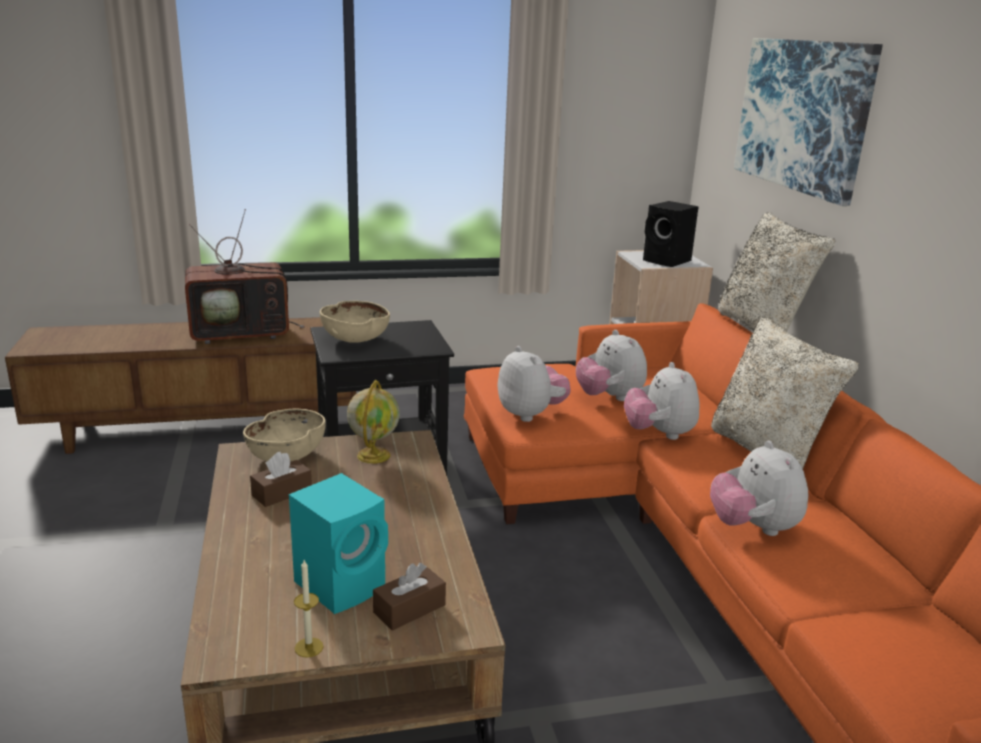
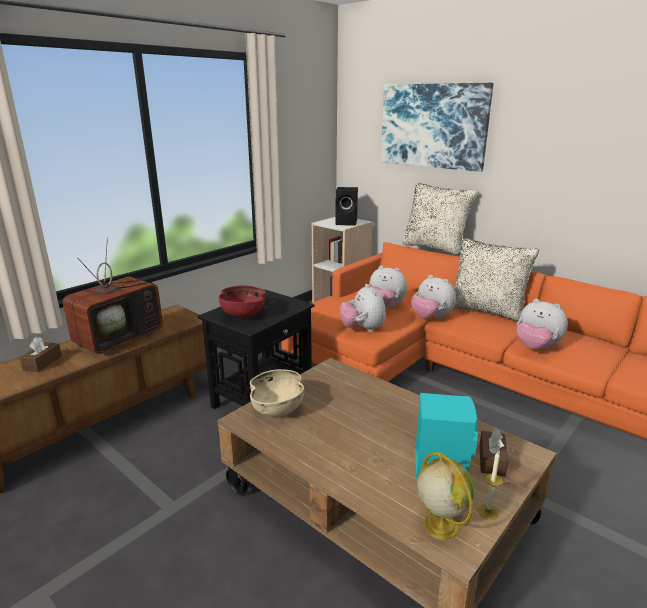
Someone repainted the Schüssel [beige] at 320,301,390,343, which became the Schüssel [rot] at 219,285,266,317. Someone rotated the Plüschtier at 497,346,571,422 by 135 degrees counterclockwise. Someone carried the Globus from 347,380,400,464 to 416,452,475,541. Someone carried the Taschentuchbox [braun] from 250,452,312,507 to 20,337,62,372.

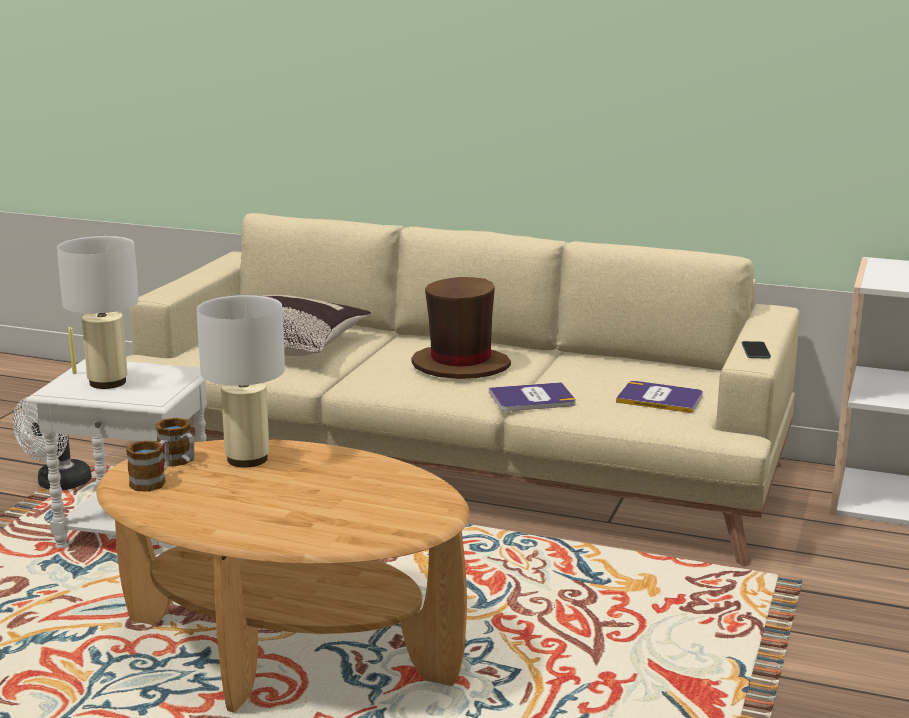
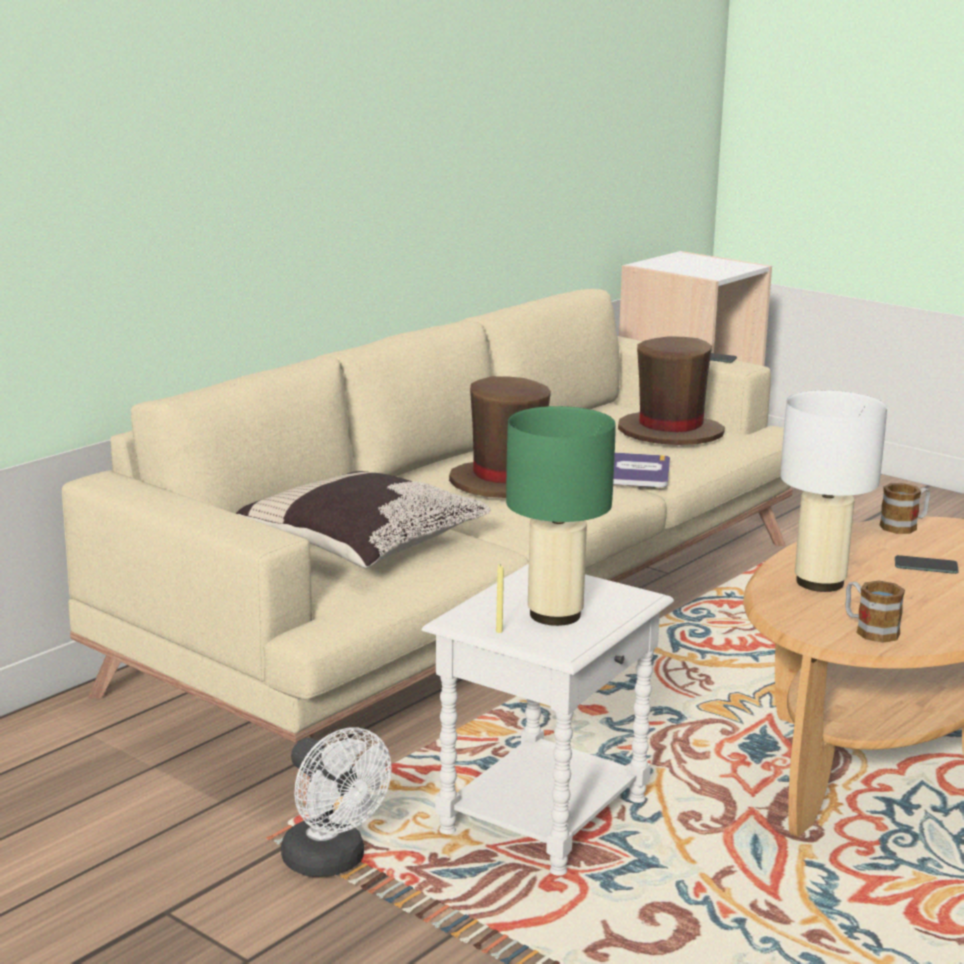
Someone repainted the Tischlampe [weiß] at 57,236,139,389, which became the Tischlampe [grün] at 506,406,616,626. Someone swapped the Buch at 616,381,703,413 for the Hut [braun] at 618,336,725,445. Someone carried the Henkelbecher from 155,418,195,467 to 879,483,930,534. Someone put down the Handy at 895,555,959,574.

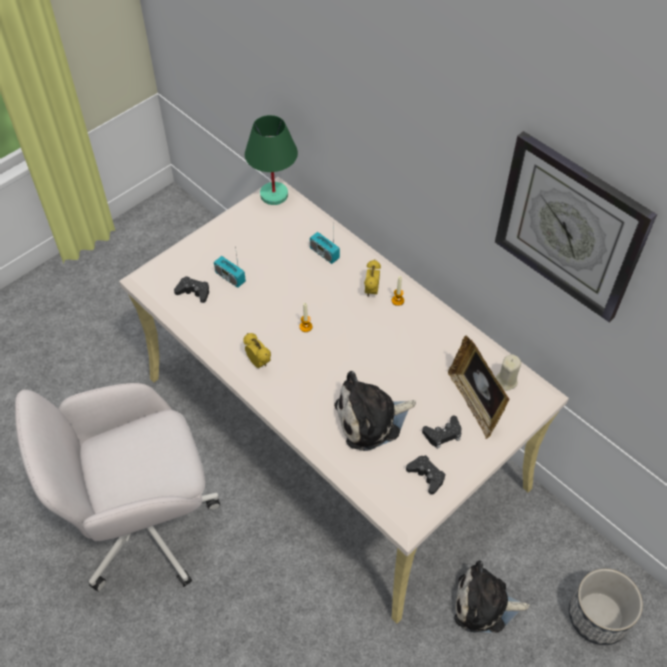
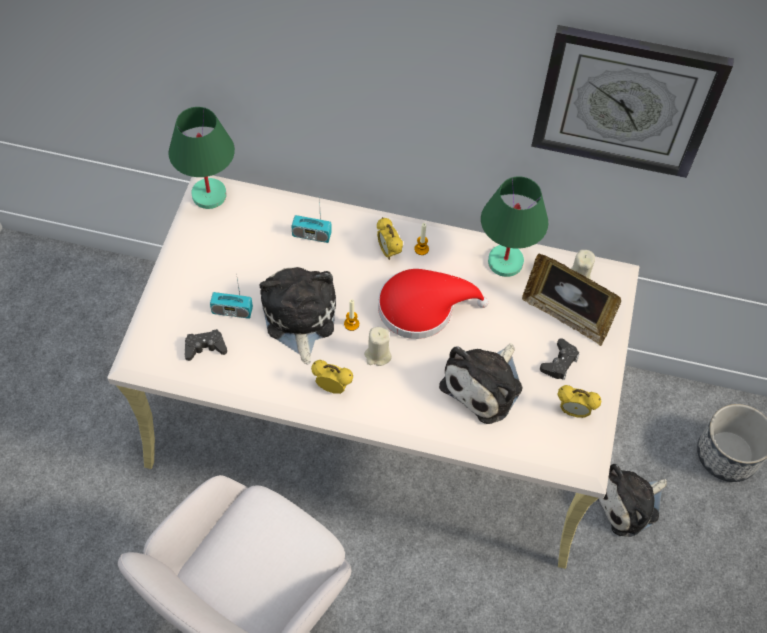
Someone swapped the Gamepad [schwarz] at 406,455,445,495 for the Wecker at 558,385,601,418. Someone put down the Tischlampe [grün] at 481,176,548,277. Someone put down the Plüschtier at 259,267,336,364. Someone put down the Hut [rot] at 378,269,488,339. Someone put down the Kerze [beige] at 364,327,392,366.

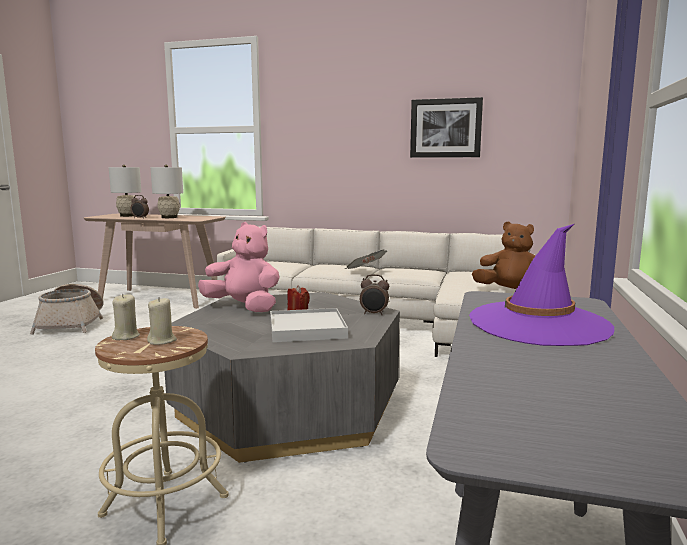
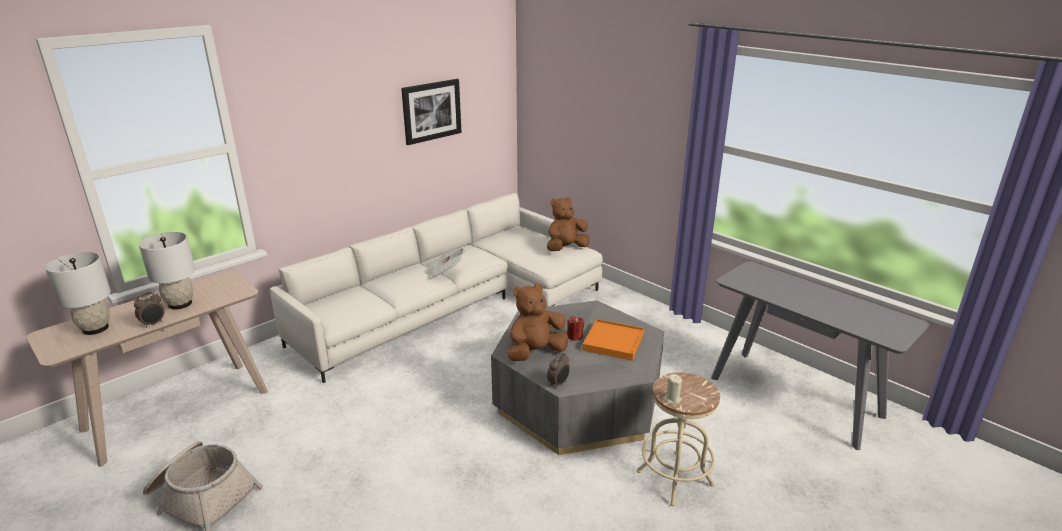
Someone repainted the Plüschtier [rosa] at 198,222,279,312, which became the Plüschtier [braun] at 508,283,568,361. Someone took away the Hut [lila] at 469,224,614,346. Someone carried the Wecker from 360,274,389,315 to 547,353,570,388. Someone took away the Kerze [beige] at 147,297,177,345. Someone repainted the Tablett [weiß] at 270,308,348,343, which became the Tablett [orange] at 582,319,644,361.

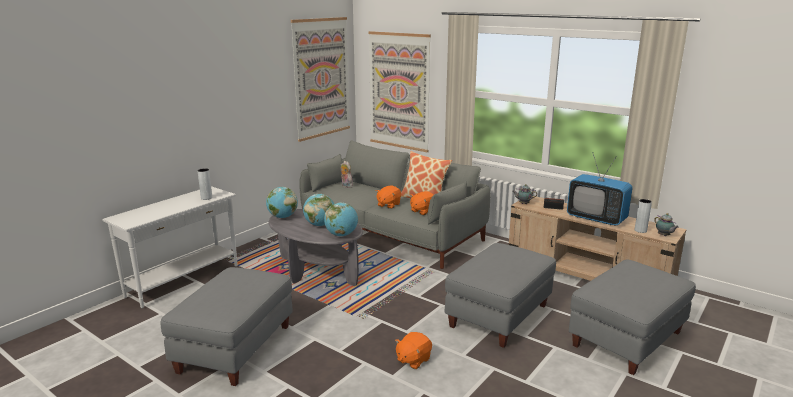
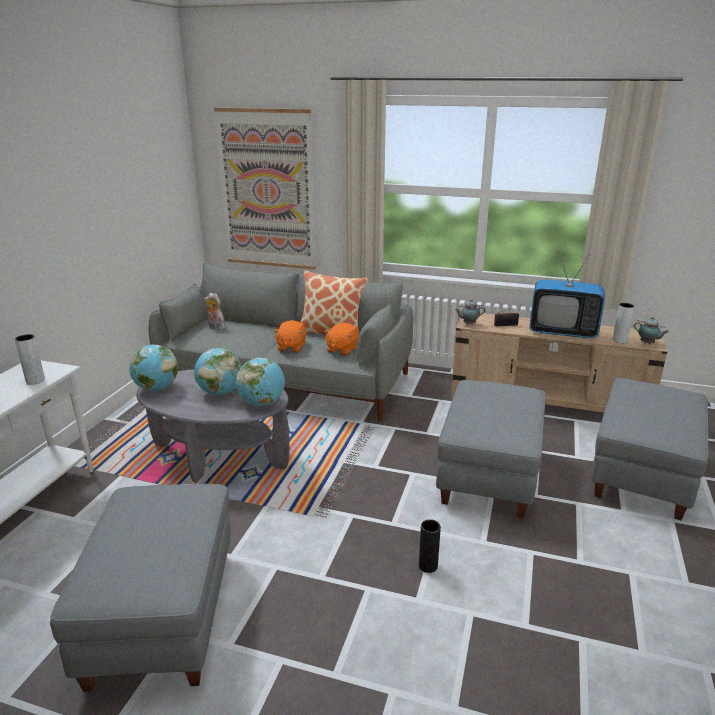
Someone took away the Bild at 291,17,350,142. Someone swapped the Plüschtier [orange] at 395,332,432,369 for the Vase [schwarz] at 419,519,441,573.

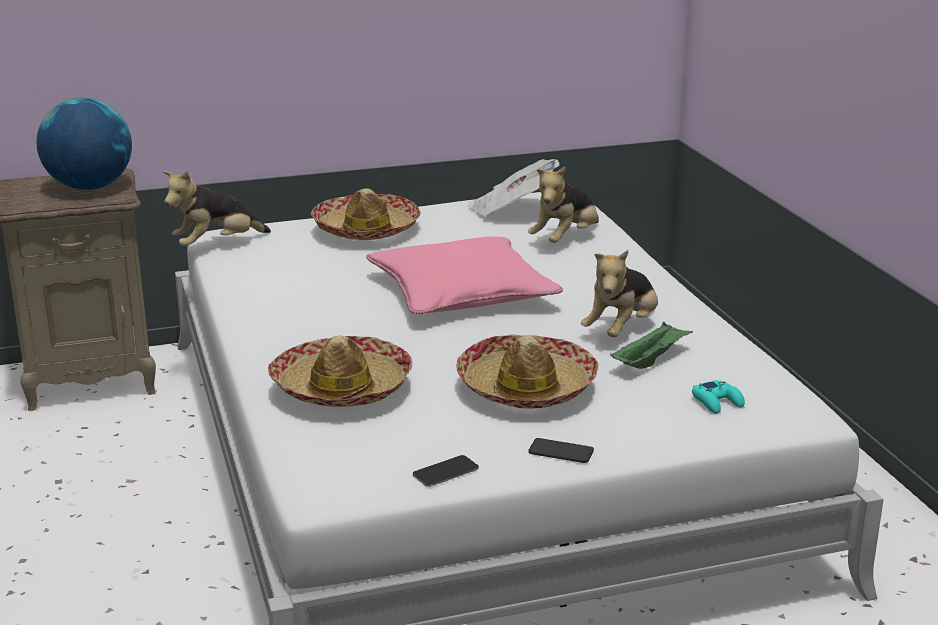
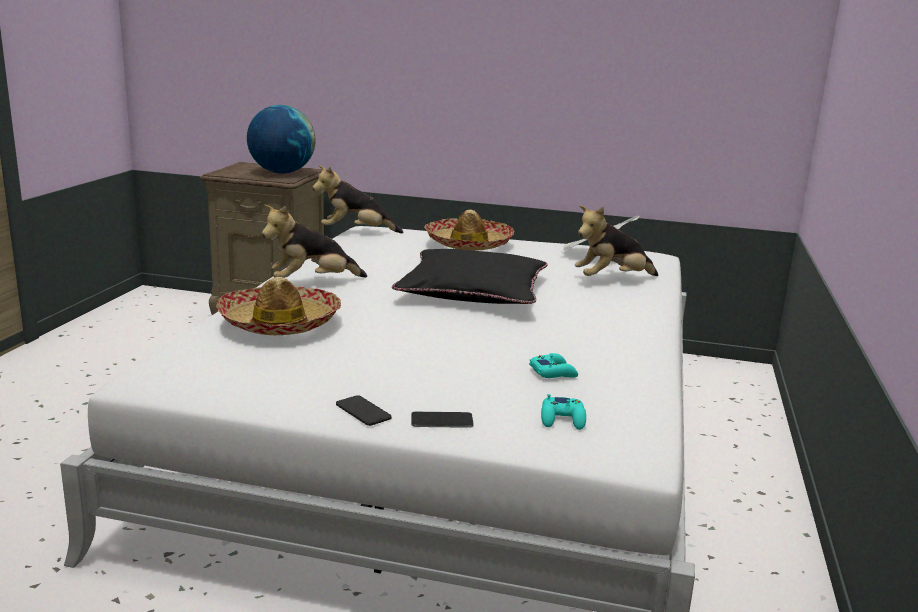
Someone repainted the Kissen [rosa] at 366,236,563,314, which became the Kissen [schwarz] at 392,249,548,304. Someone carried the Plüschtier from 581,250,658,337 to 262,204,367,278. Someone swapped the Tablett [grün] at 610,322,693,369 for the Gamepad [türkis] at 529,353,578,378. Someone took away the Hut at 456,334,599,409. Someone carried the Handy from 413,455,479,487 to 411,412,473,428.

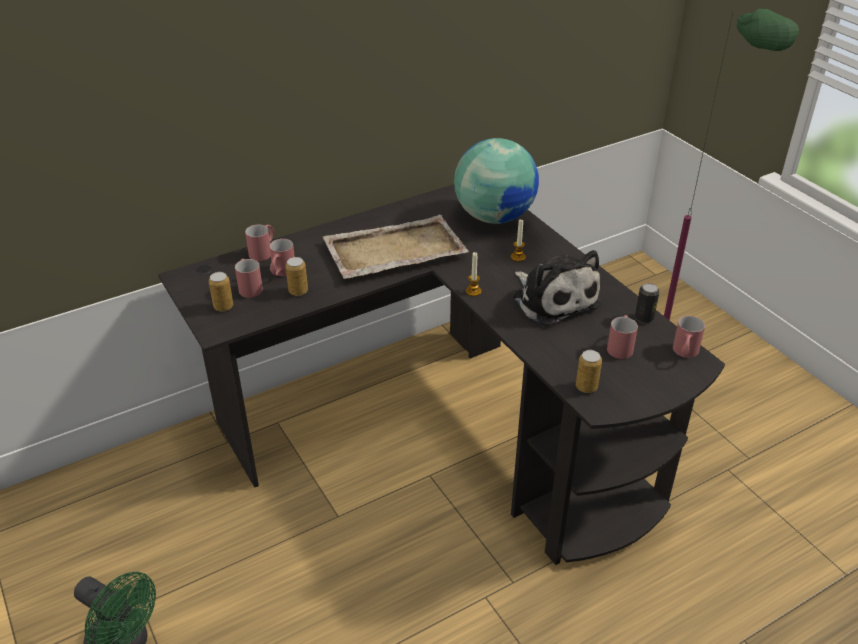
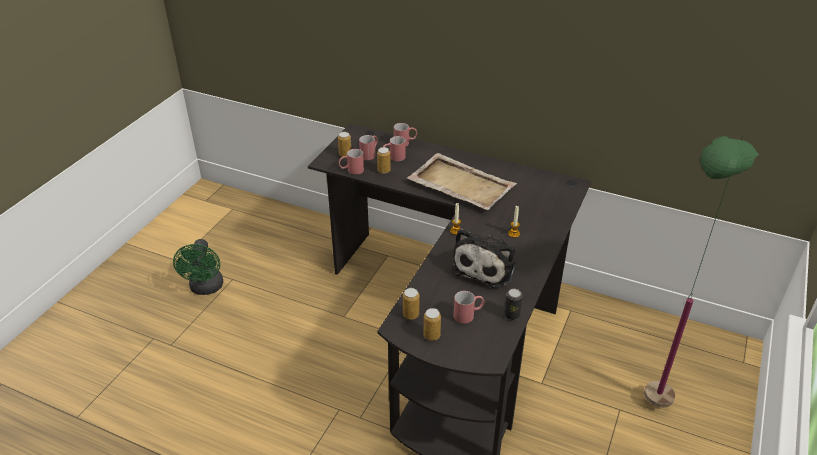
Someone took away the Globus at 454,138,539,224. Someone carried the Henkelbecher [rot] from 673,316,705,358 to 339,149,364,175. Someone put down the Dose at 423,308,441,341.

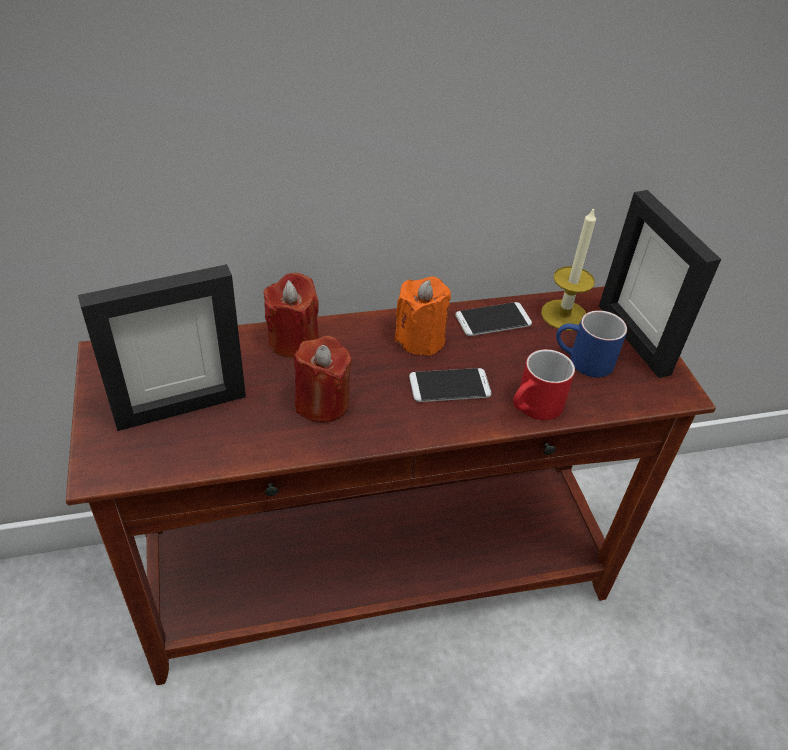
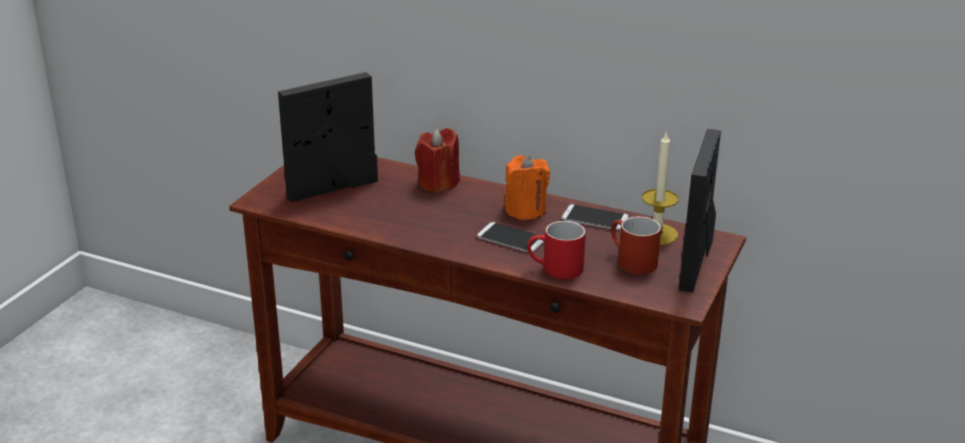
Someone rotated the Bilderrahmen at 78,264,246,431 by 135 degrees clockwise. Someone repainted the Henkelbecher [blau] at 556,310,627,377, which became the Henkelbecher [rot] at 611,216,661,274. Someone took away the Kerze [rot] at 294,336,352,423.

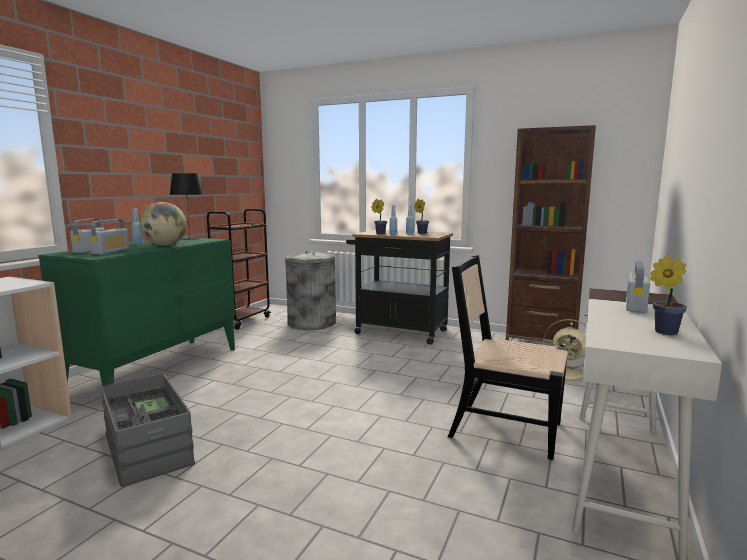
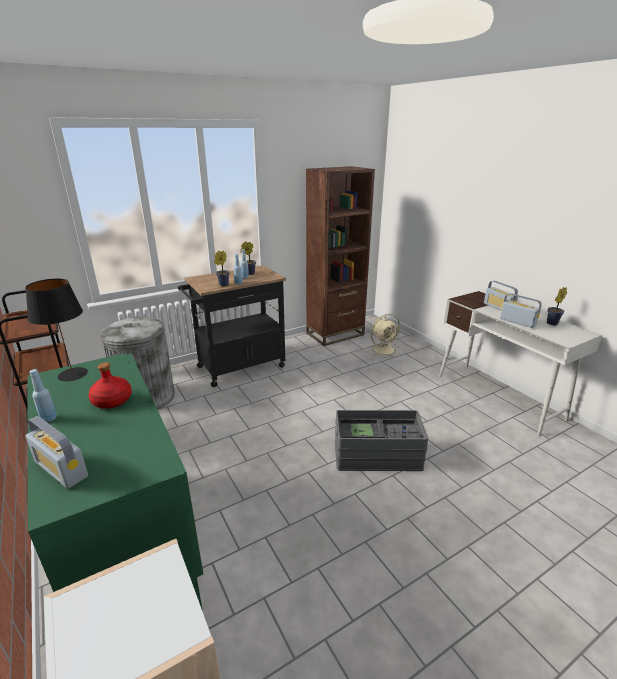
Someone swapped the Globus at 139,202,187,246 for the Flasche [rot] at 88,362,132,409. Someone carried the Radio from 88,219,129,255 to 500,293,542,328. Someone took away the Stuhl at 448,255,568,460. Someone carried the Aufbewahrungsbox [grau] from 101,374,195,487 to 335,410,428,471.

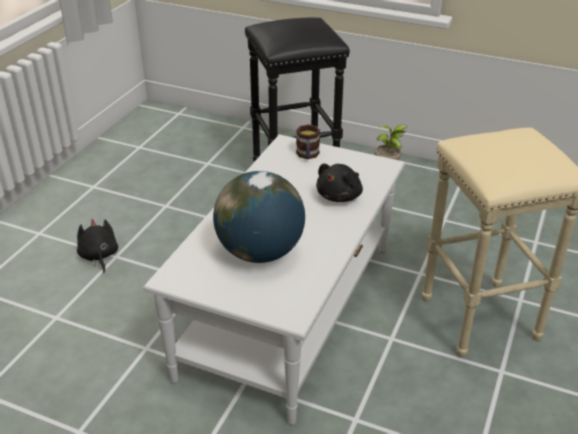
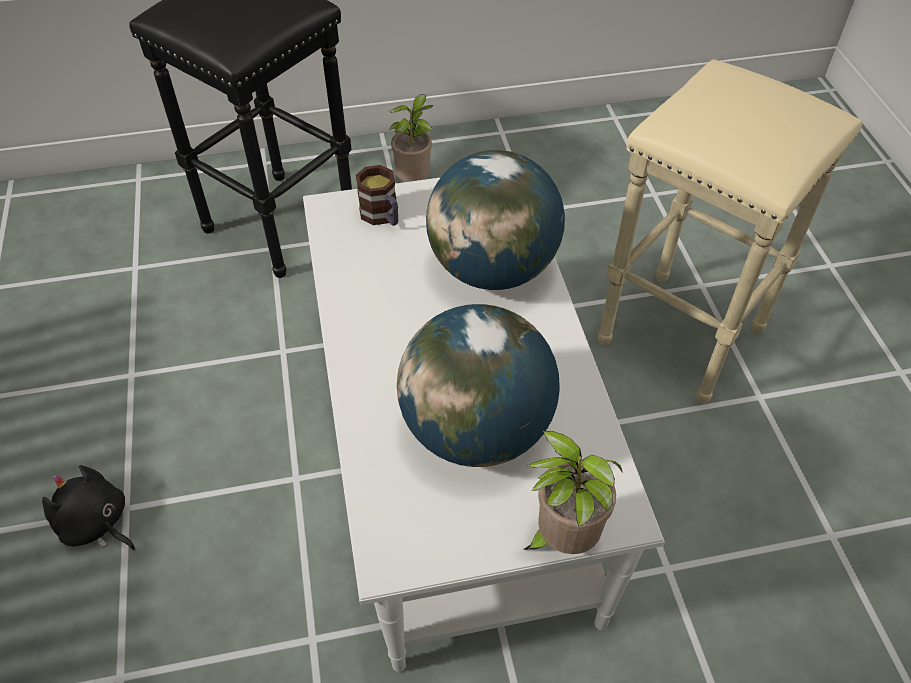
Someone swapped the Plüschtier [schwarz] at 316,164,363,202 for the Globus at 426,150,565,290. Someone put down the Topfpflanze at 523,431,623,554.

